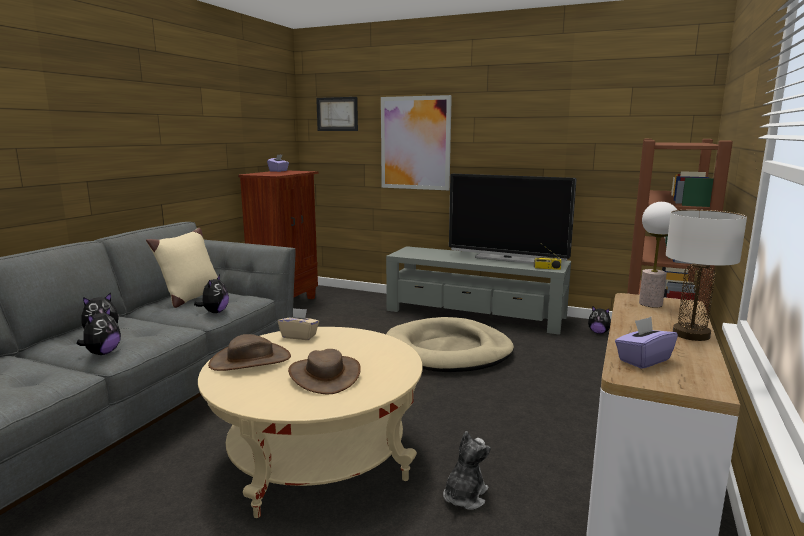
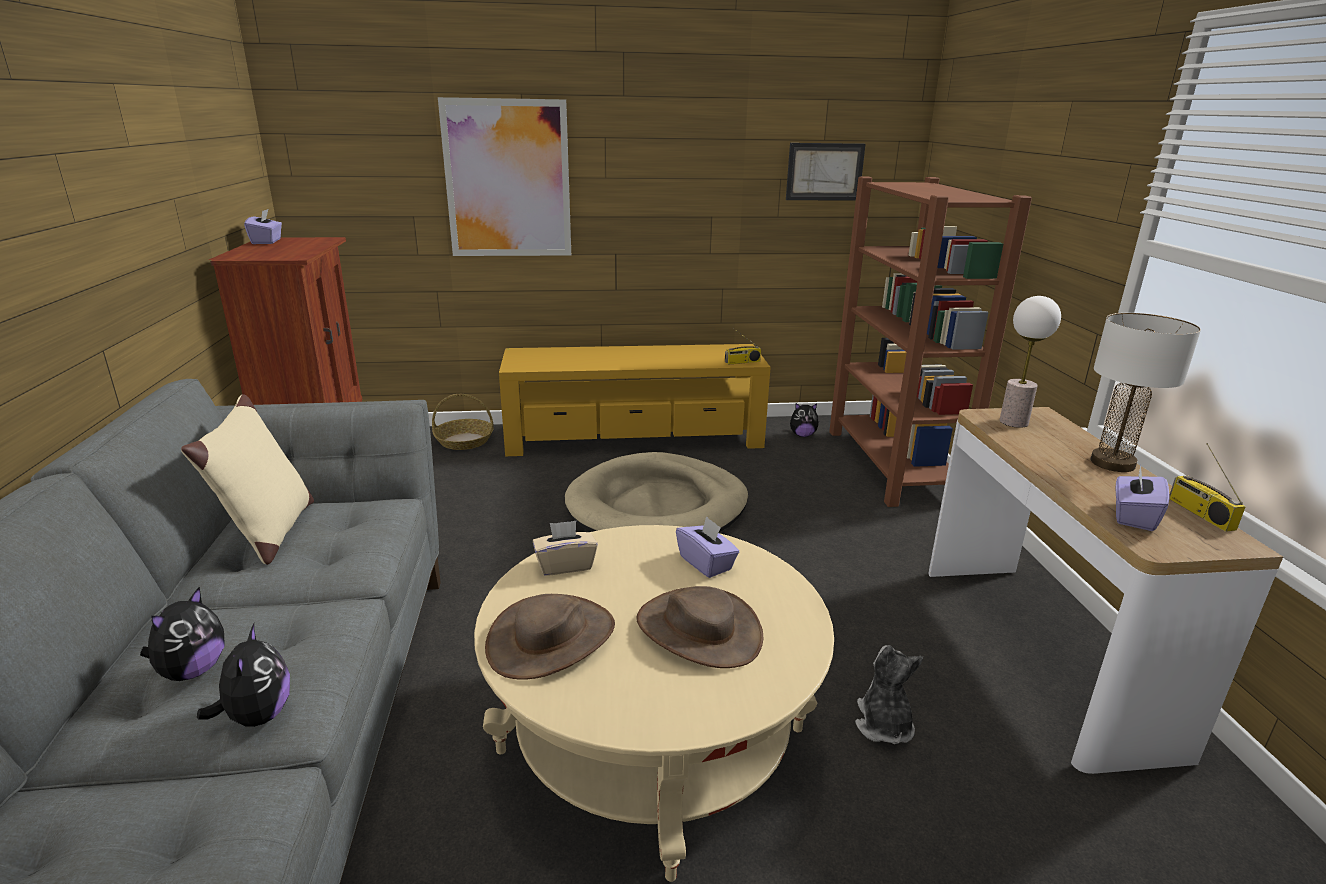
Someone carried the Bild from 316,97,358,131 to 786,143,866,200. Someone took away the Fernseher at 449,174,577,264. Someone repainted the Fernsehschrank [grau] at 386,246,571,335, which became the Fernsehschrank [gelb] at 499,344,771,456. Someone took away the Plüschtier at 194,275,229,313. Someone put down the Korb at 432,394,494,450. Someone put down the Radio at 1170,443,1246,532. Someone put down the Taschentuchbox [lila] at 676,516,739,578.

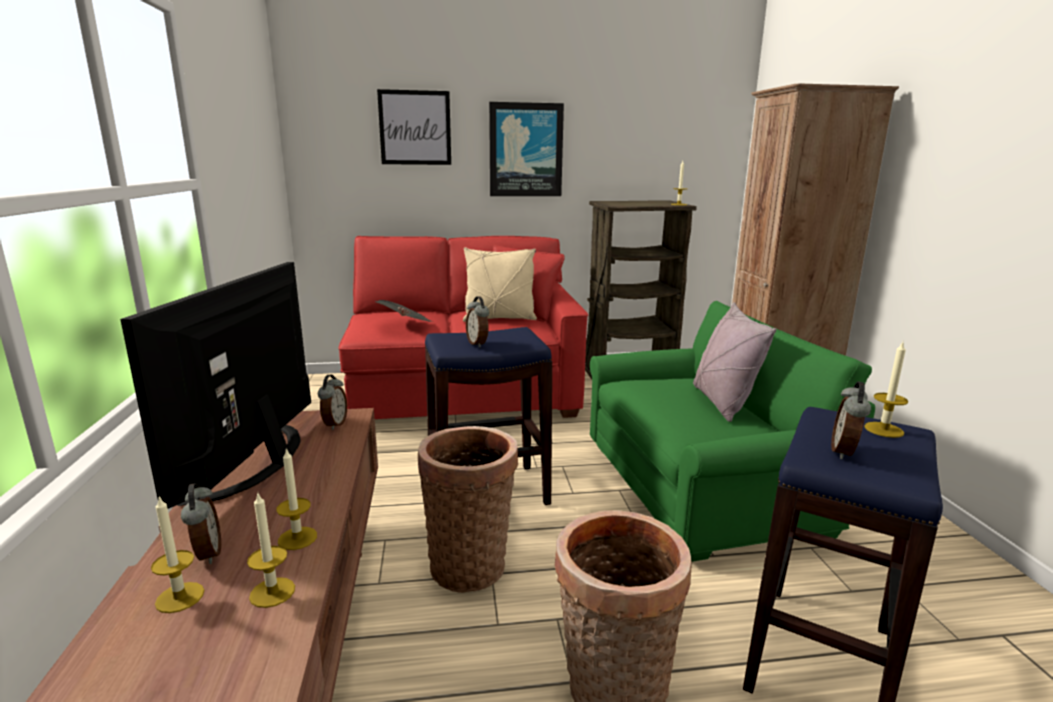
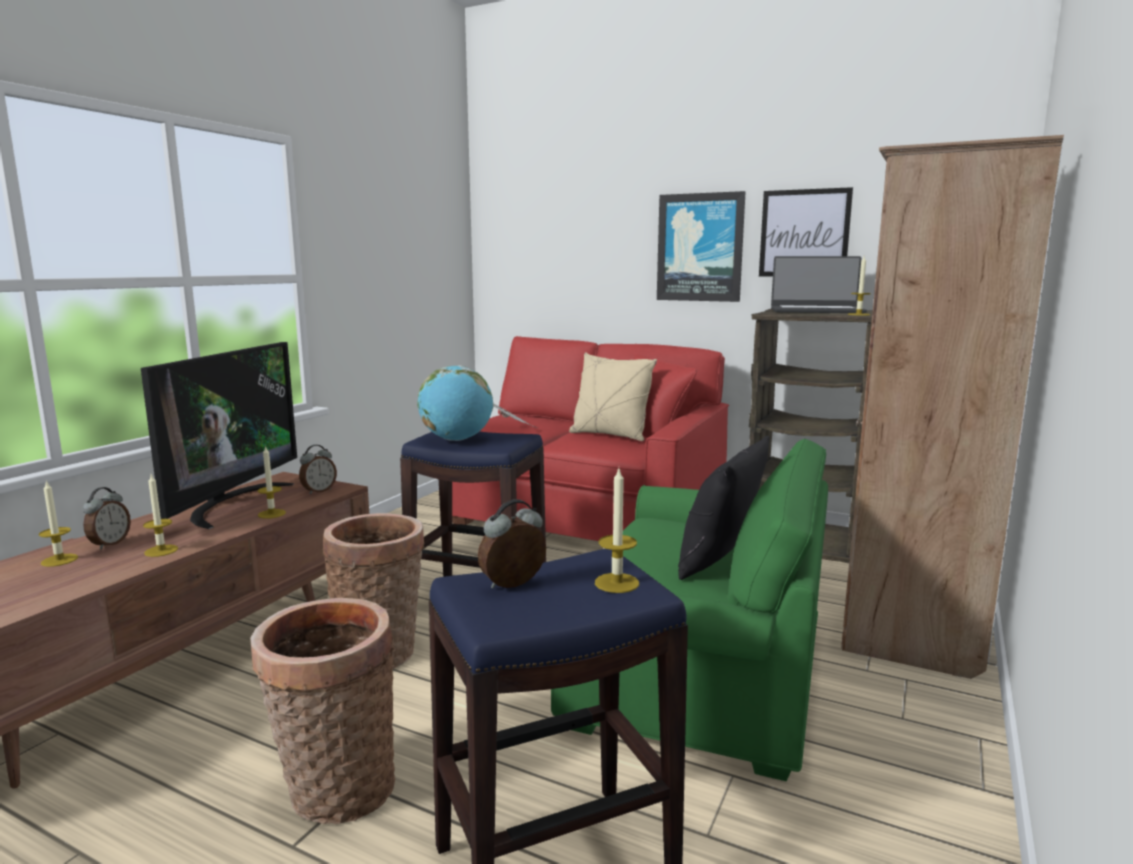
Someone carried the Bild from 377,89,451,165 to 759,187,853,277. Someone rotated the Fernseher at 120,262,311,509 by 150 degrees clockwise. Someone swapped the Wecker at 466,296,489,347 for the Globus at 417,365,493,441. Someone repainted the Kissen [lila] at 693,302,776,422, which became the Kissen [schwarz] at 678,436,770,580. Someone carried the Kerze from 247,493,295,608 to 258,445,286,519. Someone put down the Laptop at 771,256,867,313.

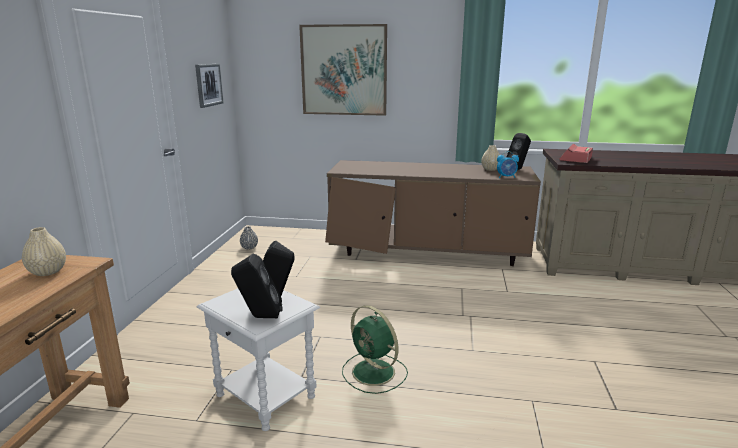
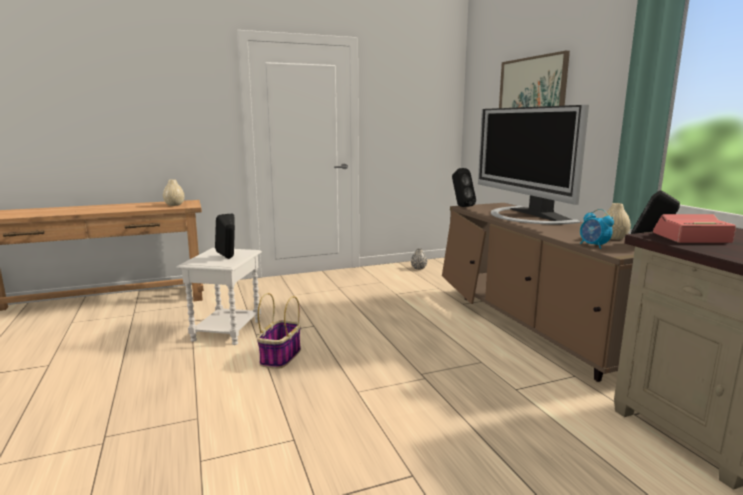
Someone took away the Bild at 195,64,224,108. Someone carried the Lautsprecher [schwarz] from 231,254,283,318 to 452,168,476,207. Someone swapped the Ventilator [grün] at 342,305,408,394 for the Korb at 257,293,301,368. Someone put down the Fernseher at 478,105,589,225.

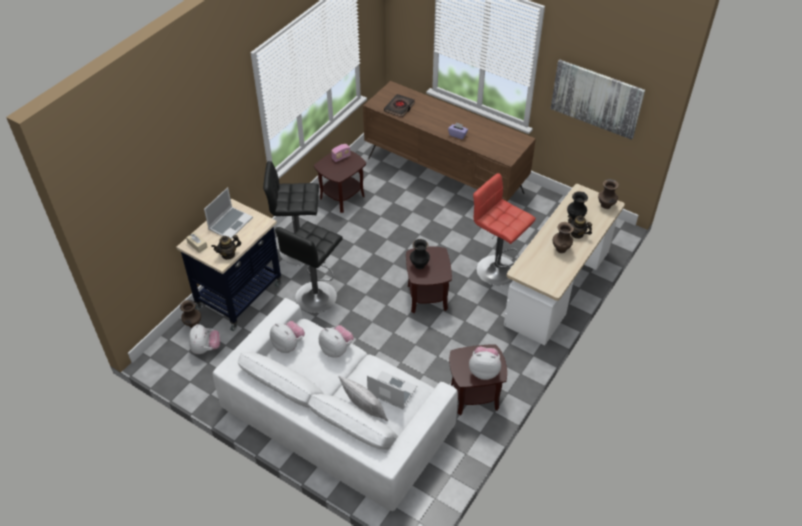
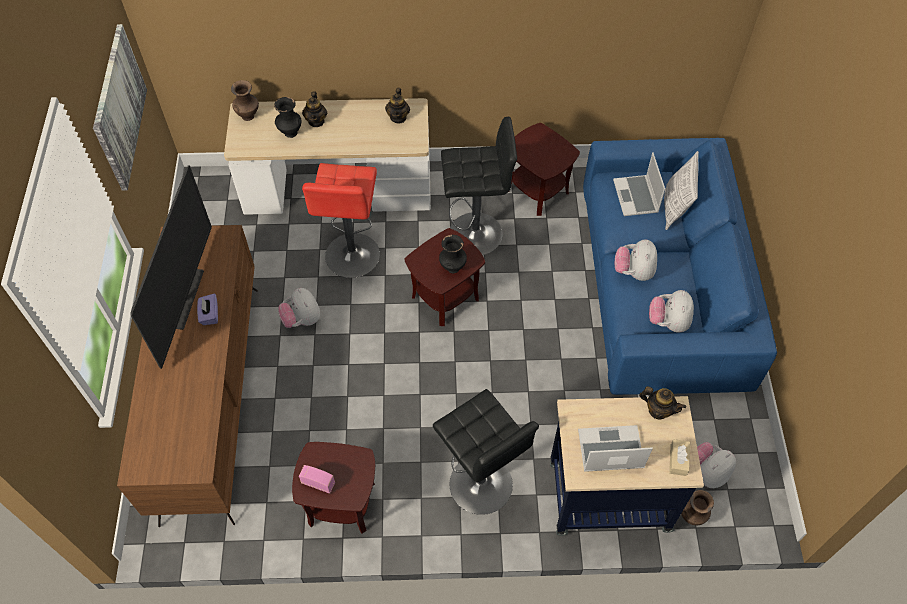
Someone took away the Buch [schwarz] at 384,94,415,117. Someone carried the Hocker [schwarz] from 275,221,343,313 to 441,117,517,255. Someone took away the Vase [braun] at 553,222,574,253. Someone repainted the Sofa [weiß] at 213,298,458,511, which became the Sofa [blau] at 583,138,777,395. Someone carried the Plüschtier from 469,346,501,380 to 278,288,320,328. Someone put down the Teekanne at 385,88,410,124. Someone put down the Fernseher at 130,166,212,369.

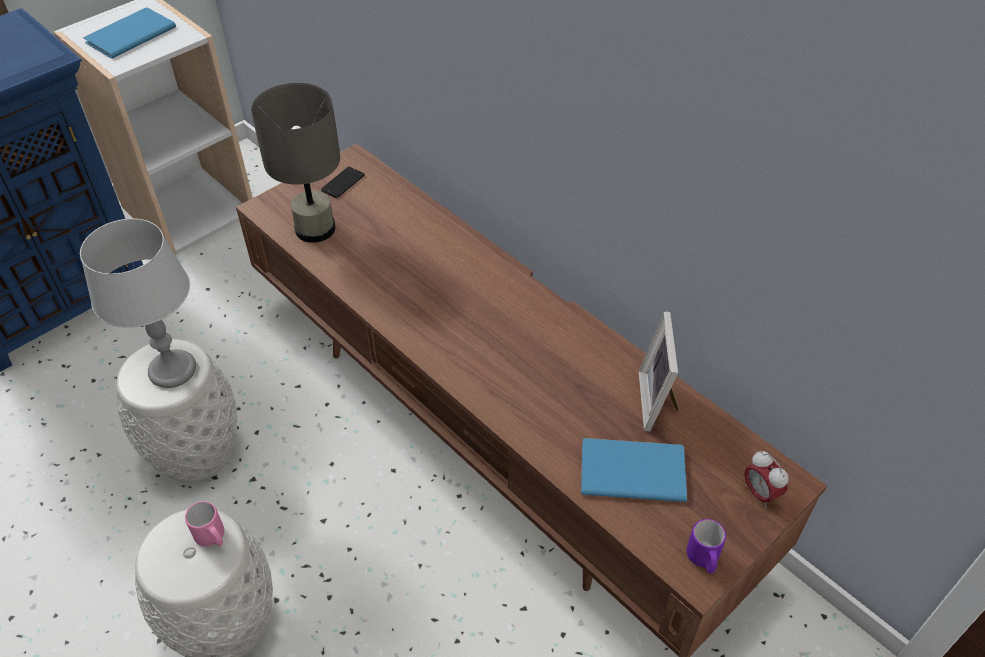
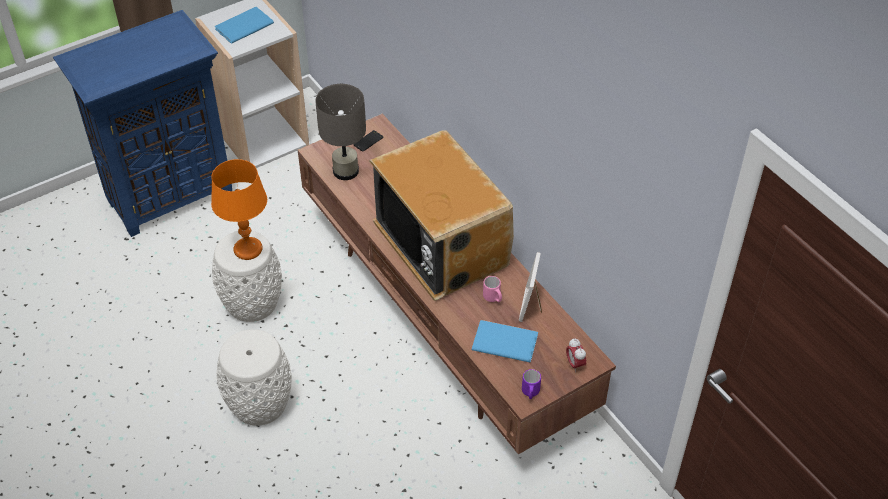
Someone repainted the Tischlampe [grau] at 80,219,196,388, which became the Tischlampe [orange] at 211,159,267,260. Someone carried the Henkelbecher [rosa] from 185,501,224,547 to 483,276,502,302. Someone put down the Fernseher at 369,130,514,301.

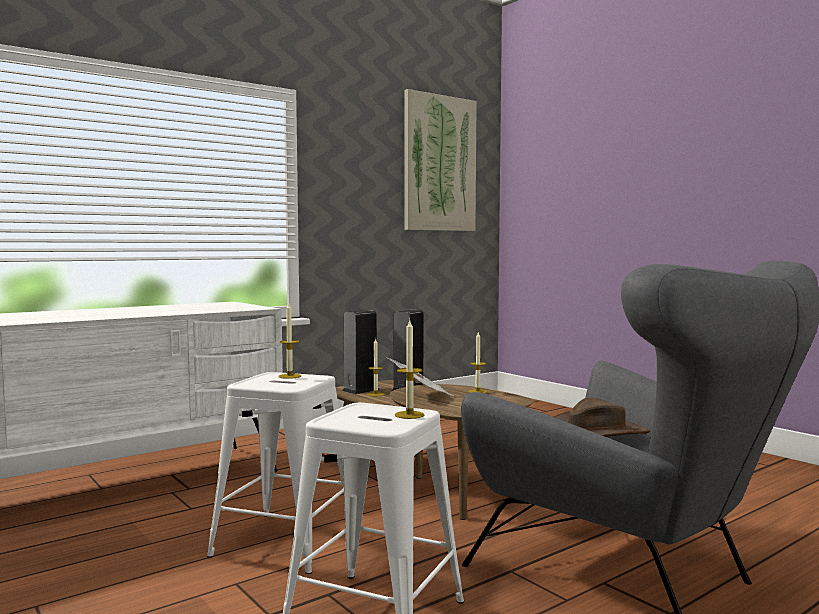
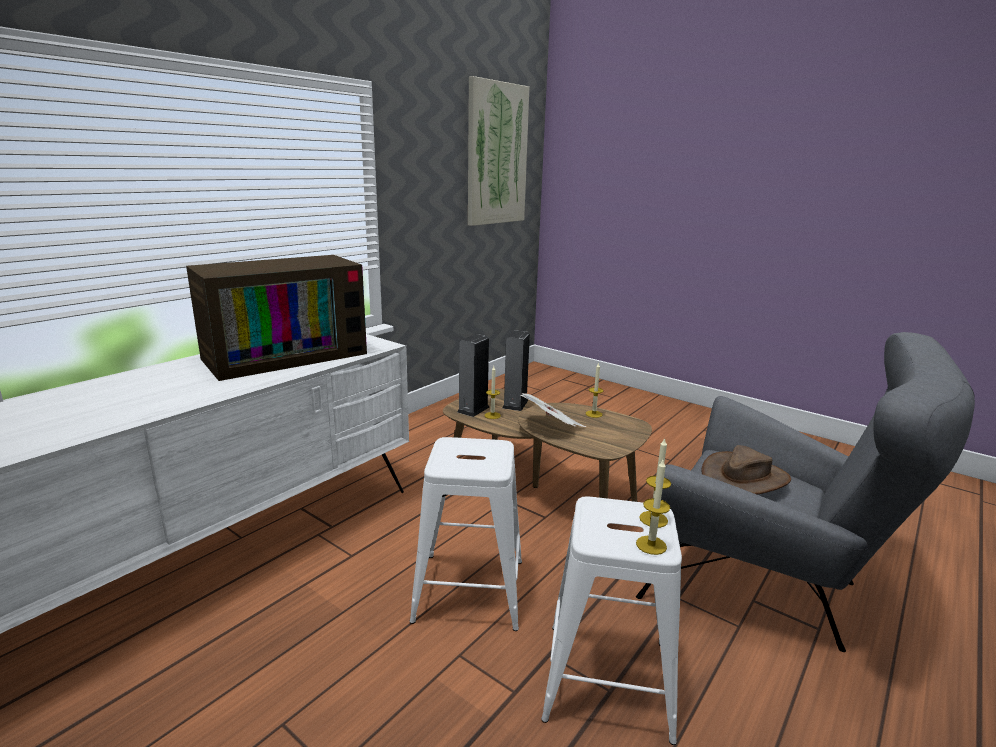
Someone carried the Kerze from 278,303,302,379 to 636,460,670,555. Someone put down the Fernseher at 186,255,367,381.

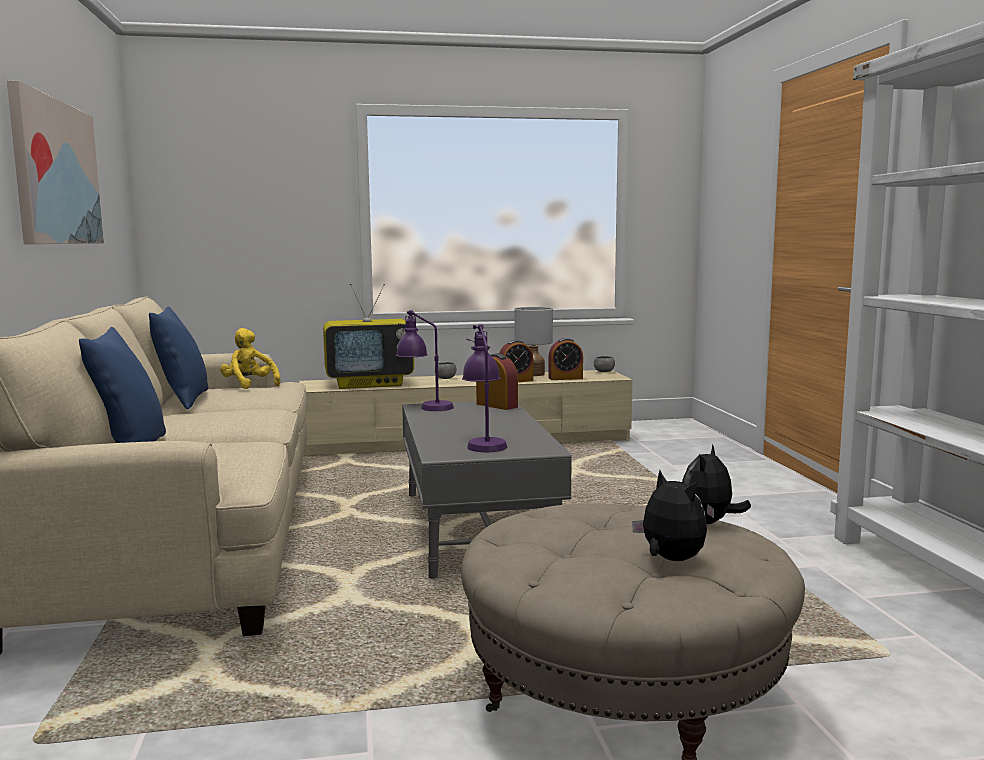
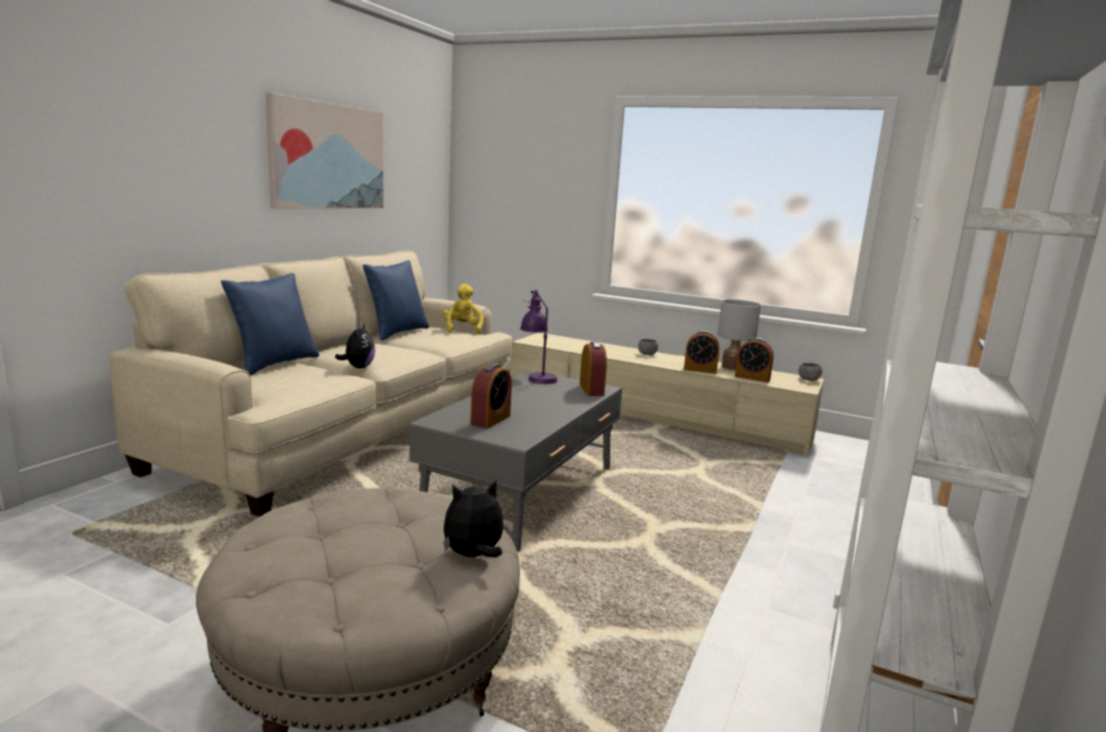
Someone took away the Fernseher at 323,283,414,389. Someone swapped the Tischlampe [lila] at 462,324,507,452 for the Wecker at 470,363,512,429. Someone carried the Plüschtier from 632,470,707,561 to 335,324,375,368.

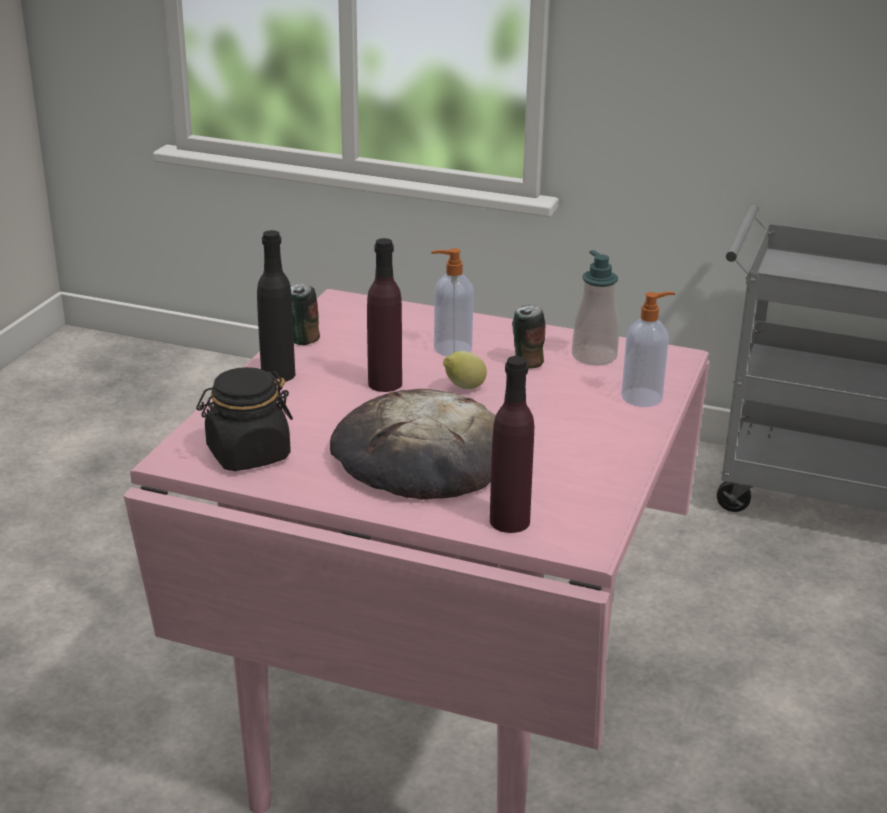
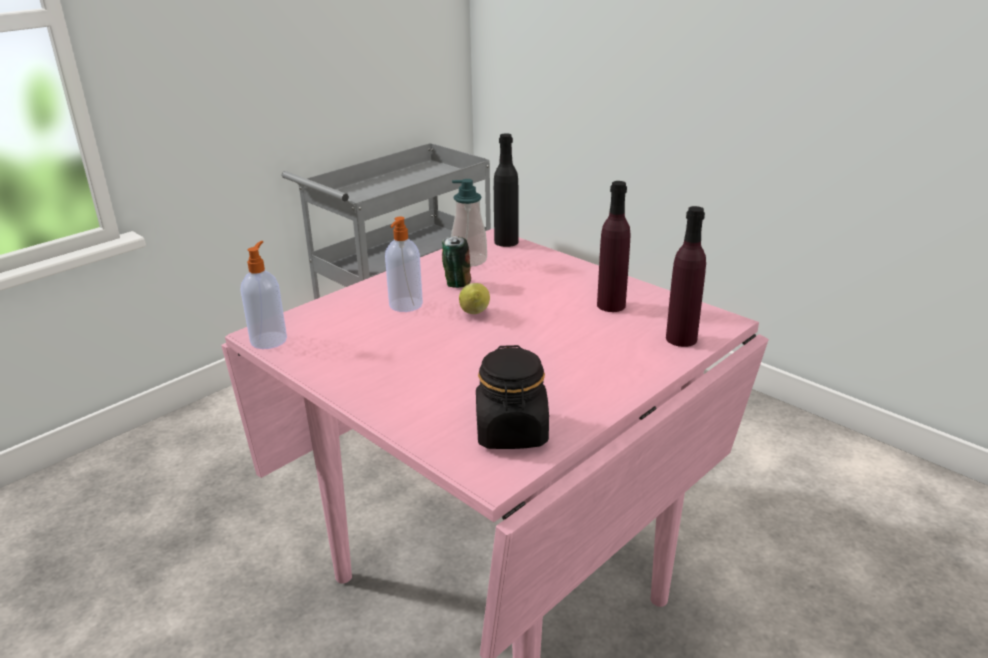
Someone carried the Flasche [schwarz] from 257,230,295,382 to 494,133,519,247. Someone carried the Flasche [lila] from 367,238,402,392 to 597,181,630,312. Someone took away the Dose at 290,283,320,345. Someone carried the Seifenspender from 621,292,675,407 to 241,241,287,349. Someone took away the Brot at 330,389,495,500.

